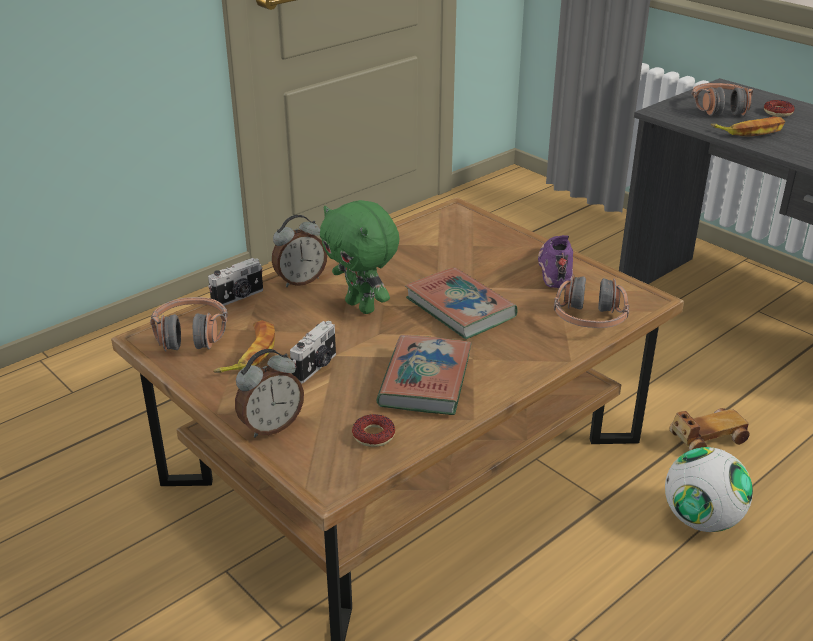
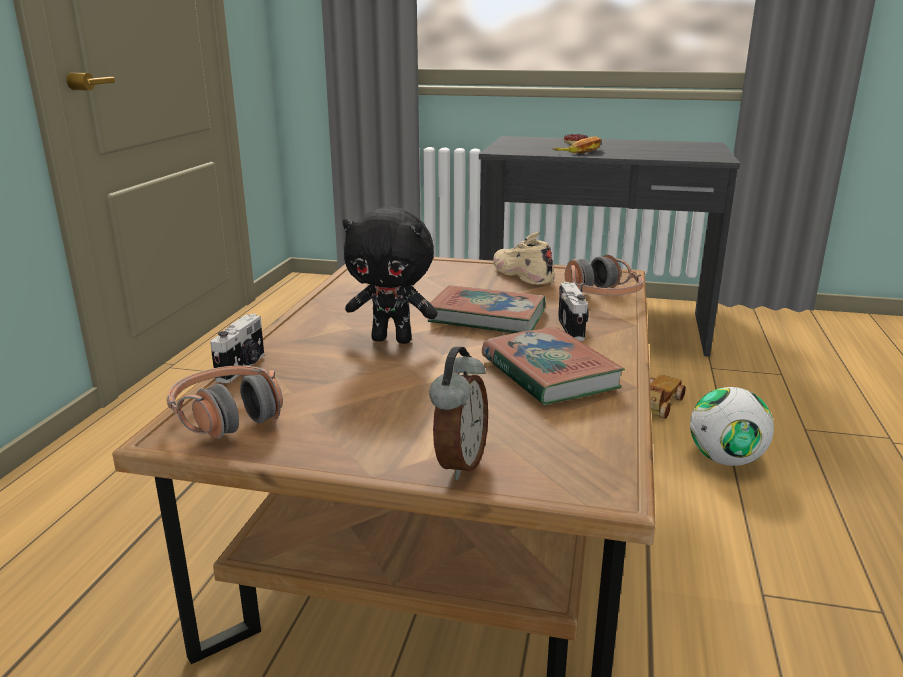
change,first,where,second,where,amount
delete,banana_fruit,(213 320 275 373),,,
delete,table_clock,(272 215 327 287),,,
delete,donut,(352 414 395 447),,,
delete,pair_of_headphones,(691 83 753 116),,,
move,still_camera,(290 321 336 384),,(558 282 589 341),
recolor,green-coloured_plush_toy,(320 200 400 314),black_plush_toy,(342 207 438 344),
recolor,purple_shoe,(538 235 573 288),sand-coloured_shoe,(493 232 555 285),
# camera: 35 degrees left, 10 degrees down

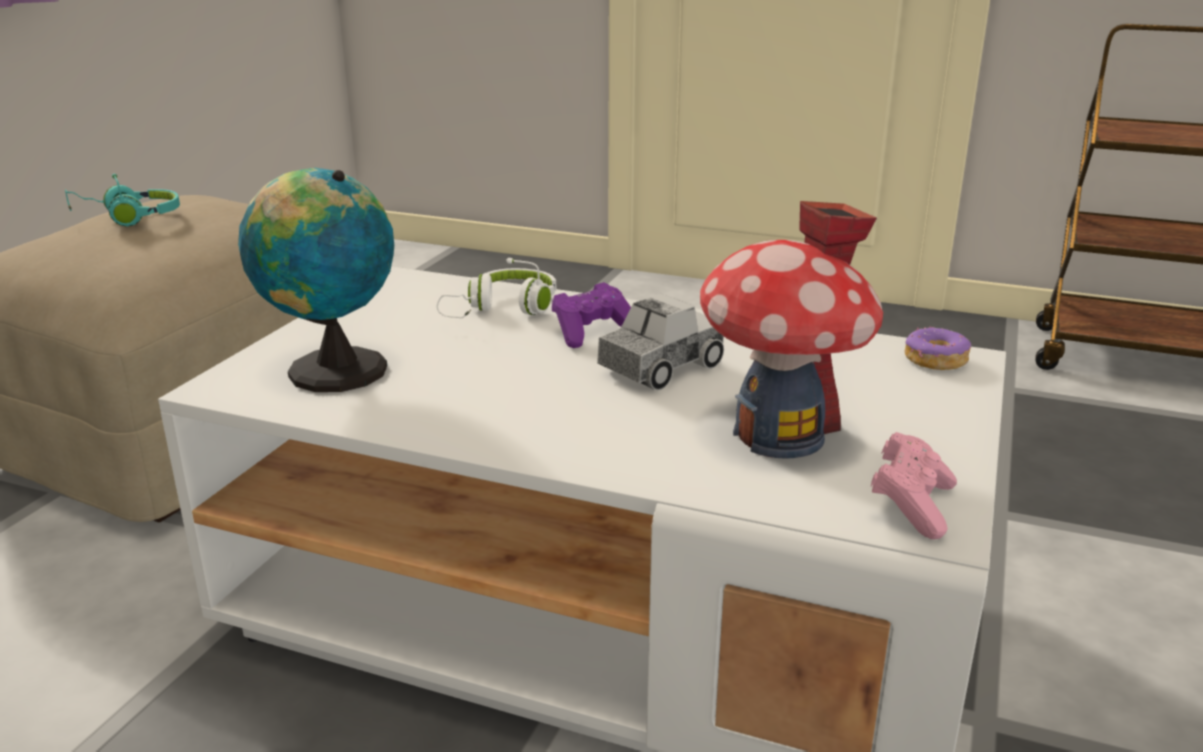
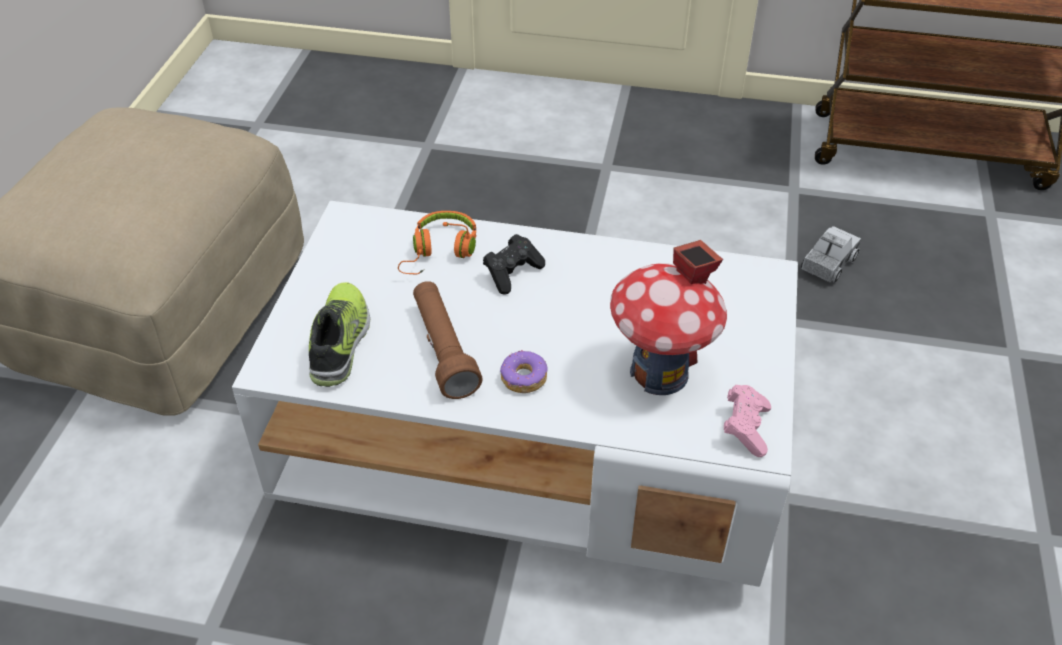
change,first,where,second,where,amount
delete,blue-green_pair_of_headphones,(65 174 180 227),,,
insert,,,brown_flashlight,(413 281 483 399),
move,toy_truck,(597 294 724 390),,(801 226 861 283),
move,donut,(905 327 971 370),,(500 350 548 393),
replace,desk_globe,(238 168 394 392),shoe,(309 282 370 387),
recolor,white_pair_of_headphones,(437 258 556 318),orange-coloured_pair_of_headphones,(398 211 477 274),
recolor,purple_game_controller,(552 282 631 348),black_game_controller,(483 234 545 295),
# camera: 10 degrees left, 20 degrees up

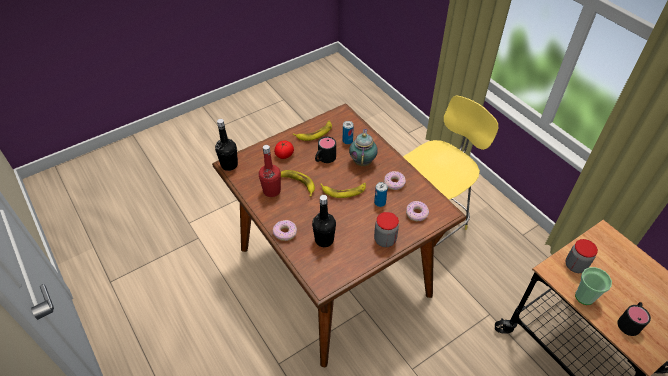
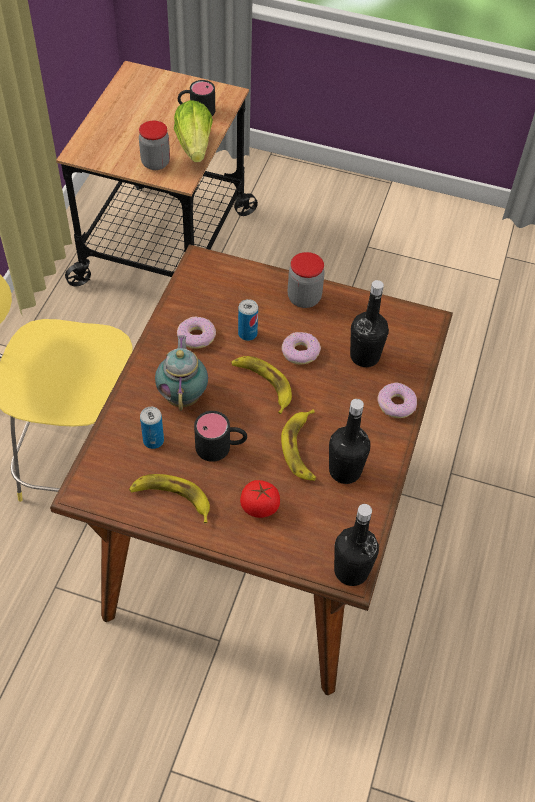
change,first,where,second,where,amount
move,donut,(406 201 429 221),,(281 332 321 364),
replace,cup,(575 267 612 305),lettuce_head,(174 100 213 162),
recolor,red-coloured_bottle,(259 145 281 197),black_bottle,(329 399 370 484),
rotate,pot_for_tea,(349 129 378 166),,(155 335 208 411),120 degrees clockwise
# camera: 130 degrees left, 5 degrees up

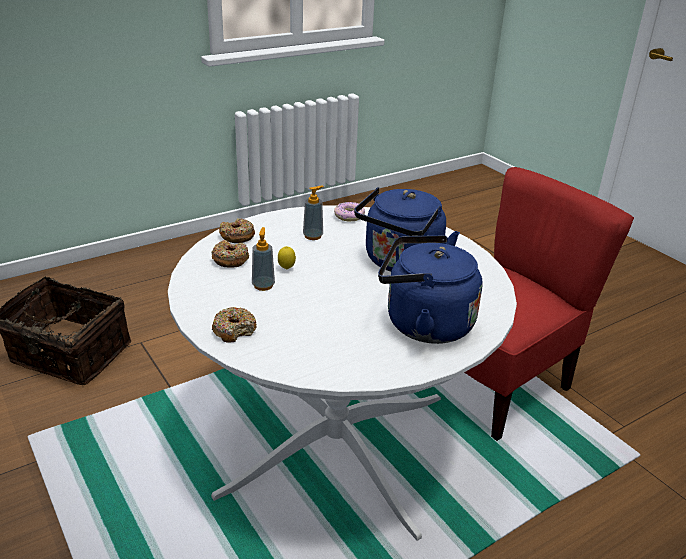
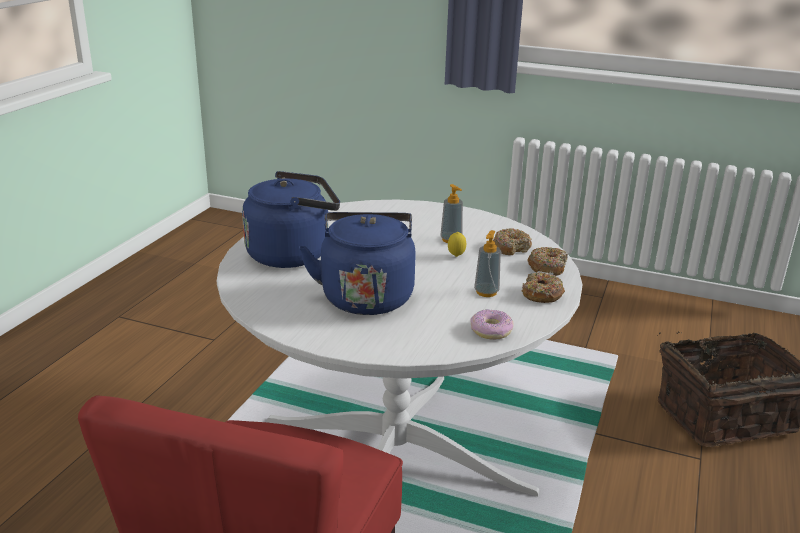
change,first,where,second,where,amount
move,donut,(212 307 257 343),,(522 272 565 303),
# camera: 145 degrees right, 5 degrees down

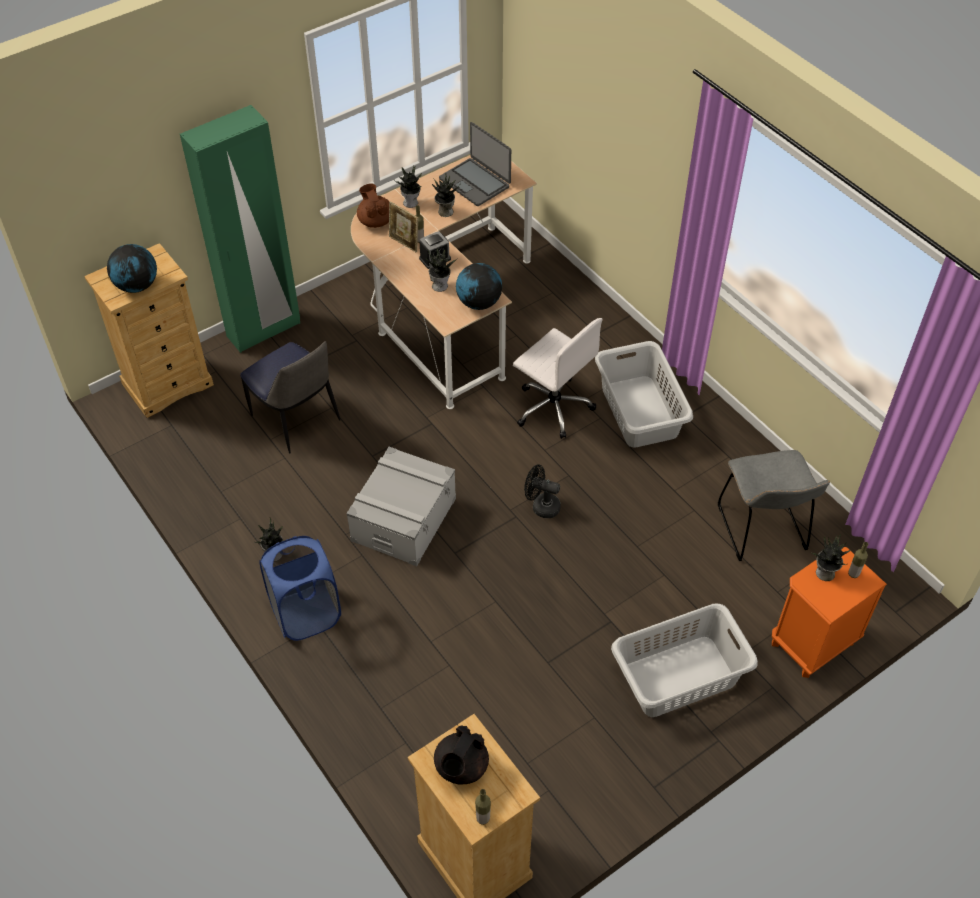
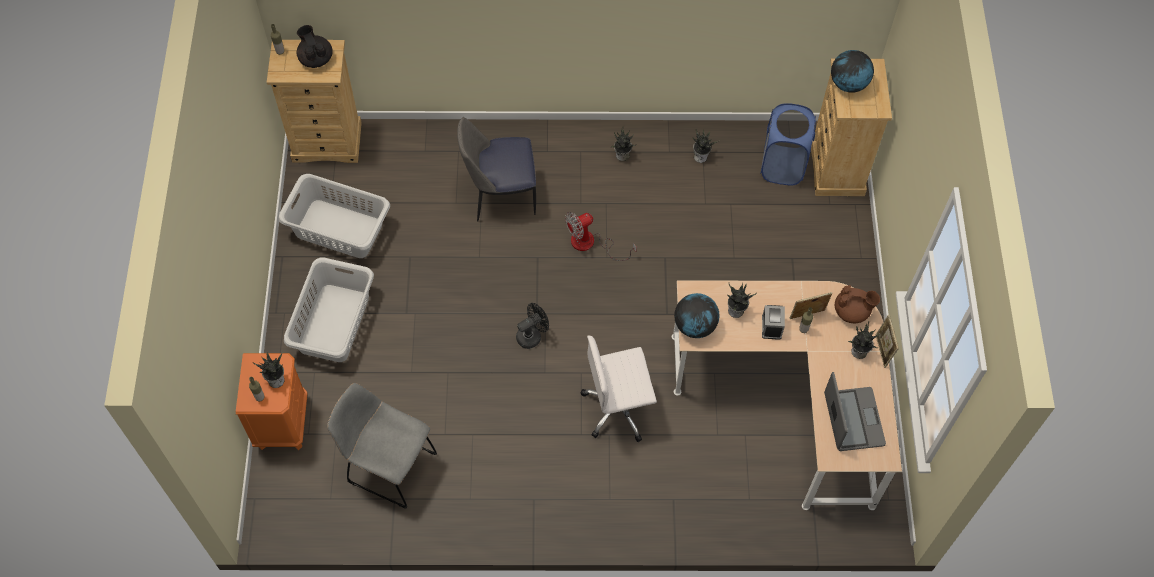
change,first,where,second,where,amount
delete,green-coloured_armoire,(180 105 300 353),,,
insert,,,standing_frame,(876 315 899 368),
move,upright_chair,(240 341 340 454),,(457 117 536 222),
move,blue-coloured_laundry_basket,(259 536 341 641),,(760 103 816 186),
move,plant_in_a_pot,(432 173 461 217),,(692 130 720 163),
move,greyish_laundry_basket,(595 341 693 447),,(279 174 390 258),
replace,greyish_storage_bin,(347 447 456 566),fan,(565 212 637 261),
rotate,notebook_computer,(439 122 511 206),,(824 372 886 451),90 degrees clockwise
# camera: 125 degrees right, 10 degrees up

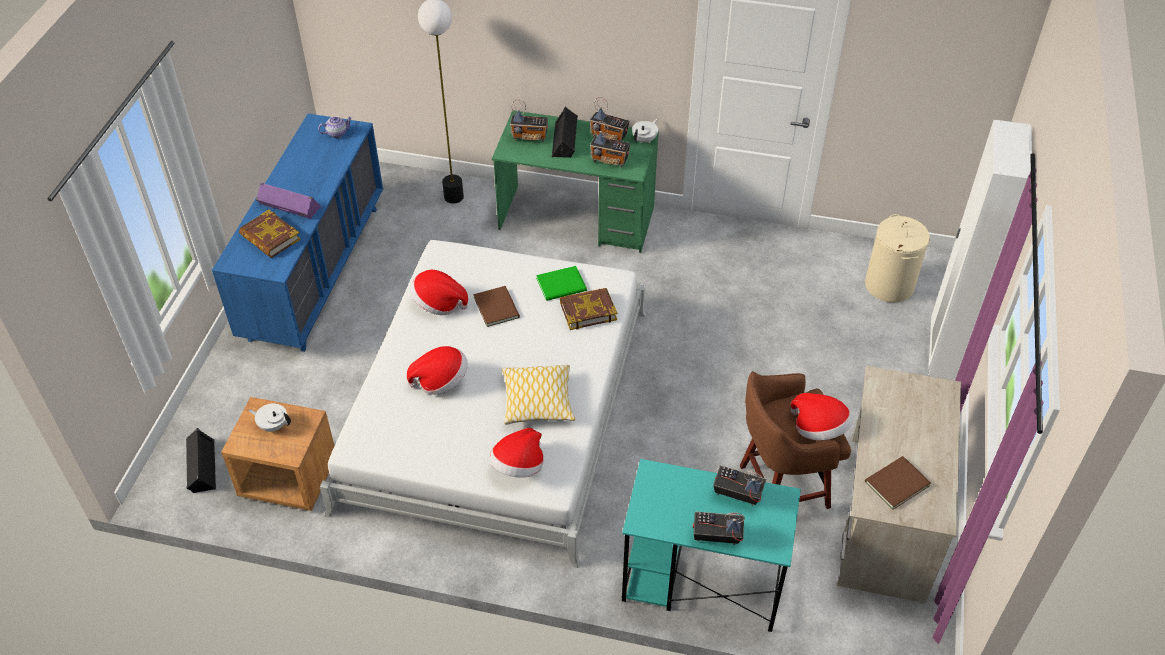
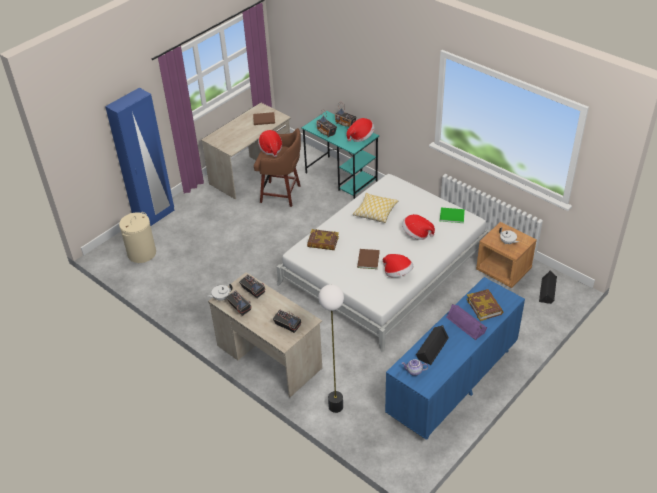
change,first,where,second,where,amount
move,wearable_hat,(489 428 544 478),,(347 118 375 142),
move,green-coloured_volume,(536 266 587 301),,(440 208 465 223),
move,black_audio_speaker,(552 106 578 158),,(416 325 449 365),
recolor,green-coloured_desk_table,(492 110 659 253),sand-coloured_desk_table,(208 272 322 398),
recolor,white_armoire,(929 120 1032 380),blue-coloured_armoire,(105 88 174 226),
# camera: 150 degrees left, 5 degrees down

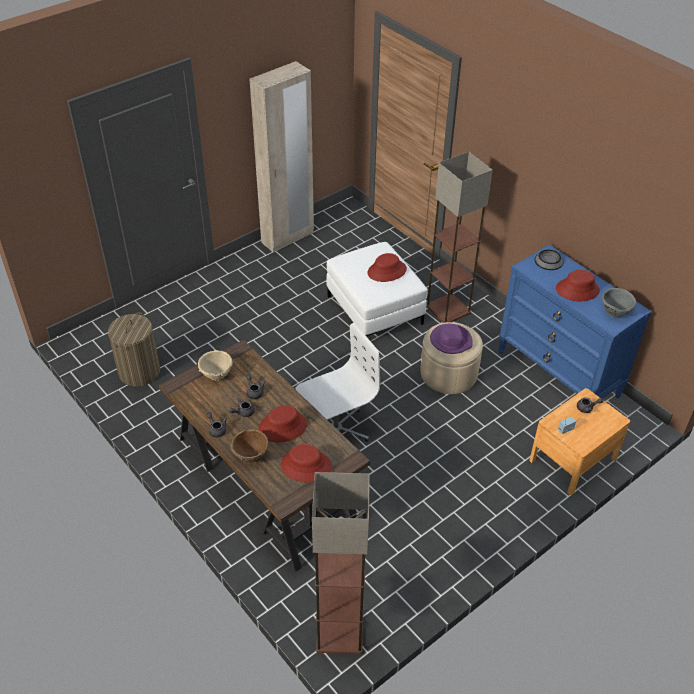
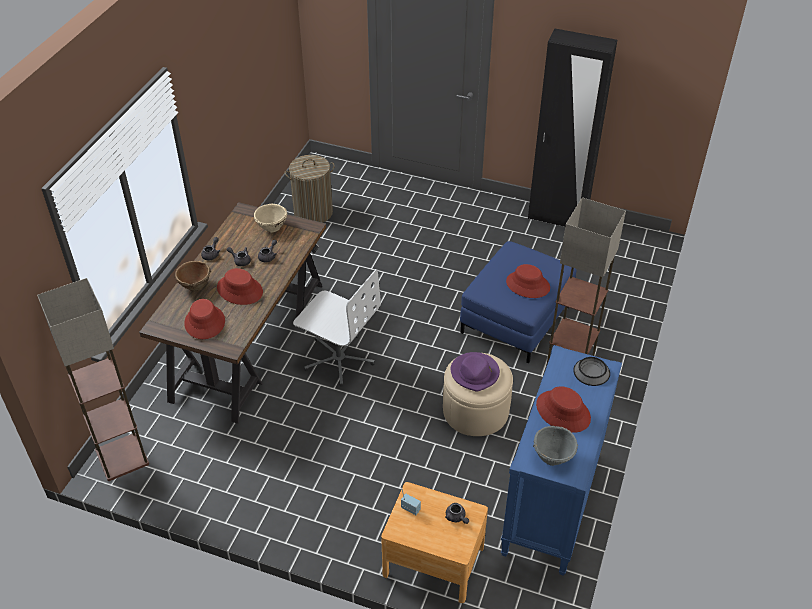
change,first,where,second,where,amount
recolor,sand-coloured_armoire,(250 61 314 253),black_armoire,(528 28 617 227),
recolor,white_pouffe,(326 242 428 337),blue-coloured_pouffe,(460 241 576 363),
# camera: 60 degrees right, 0 degrees up

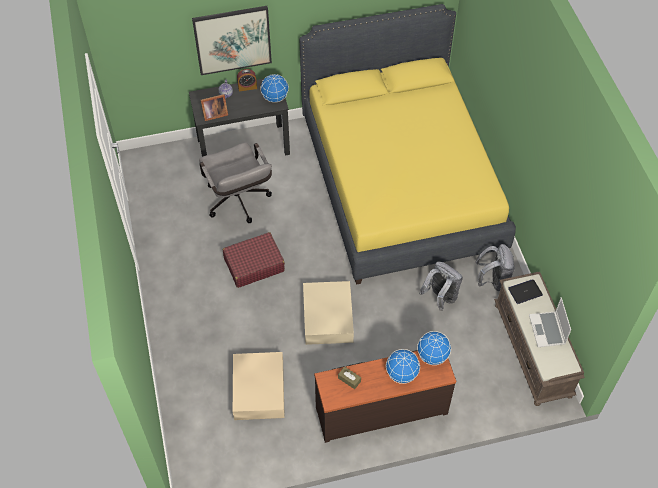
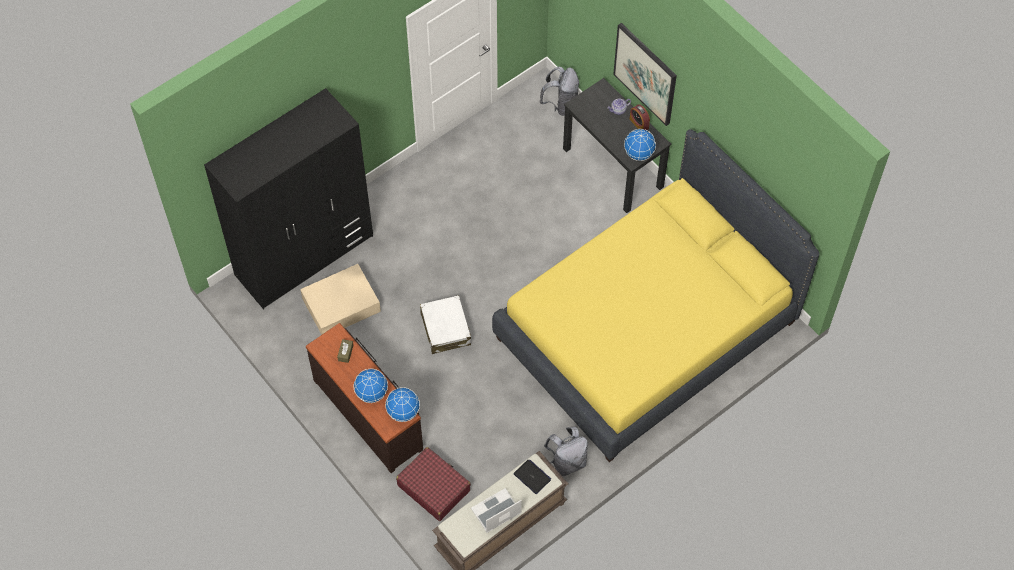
change,first,where,second,where,amount
delete,greyish_office_chair,(199 142 272 223),,,
delete,standing_frame,(201 94 228 121),,,
insert,,,black_armoire,(204 88 373 310),
move,red-coloured_piece_of_luggage,(223 232 285 288),,(396 447 471 521),
move,greyish_backpack,(419 262 463 311),,(539 66 580 116),
replace,sand-coloured_storage_bin,(303 281 354 345),white_piece_of_luggage,(420 295 471 354),
# camera: 65 degrees right, 5 degrees up

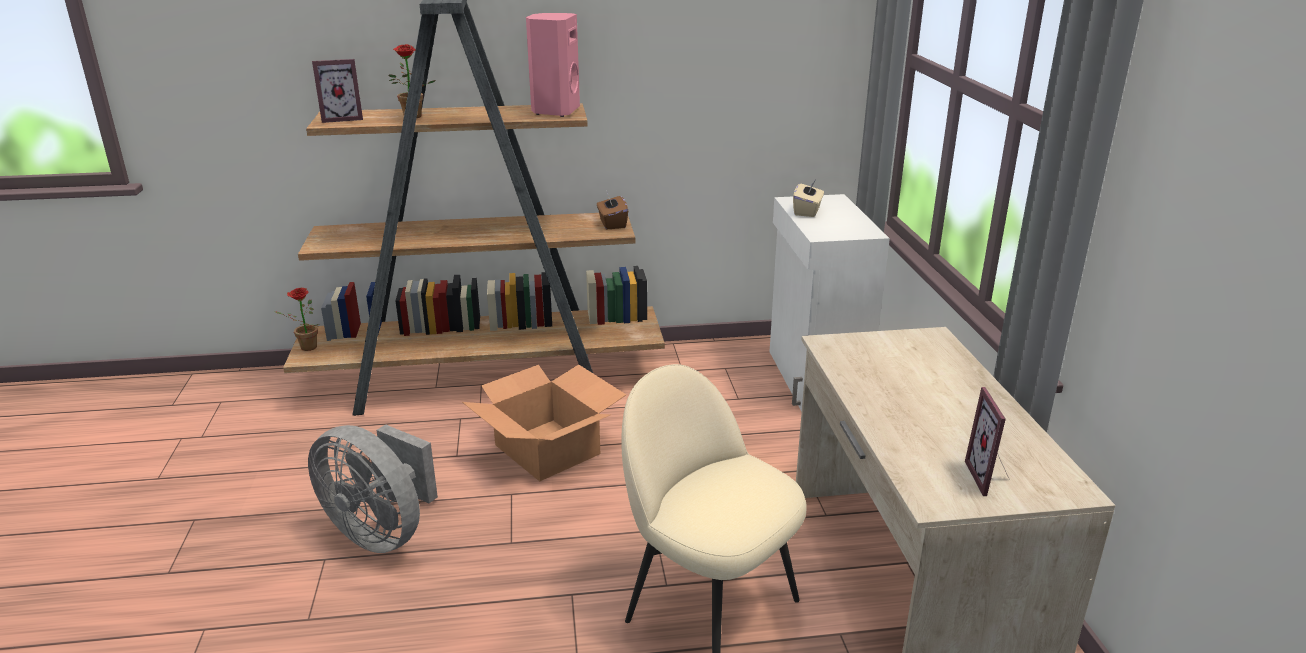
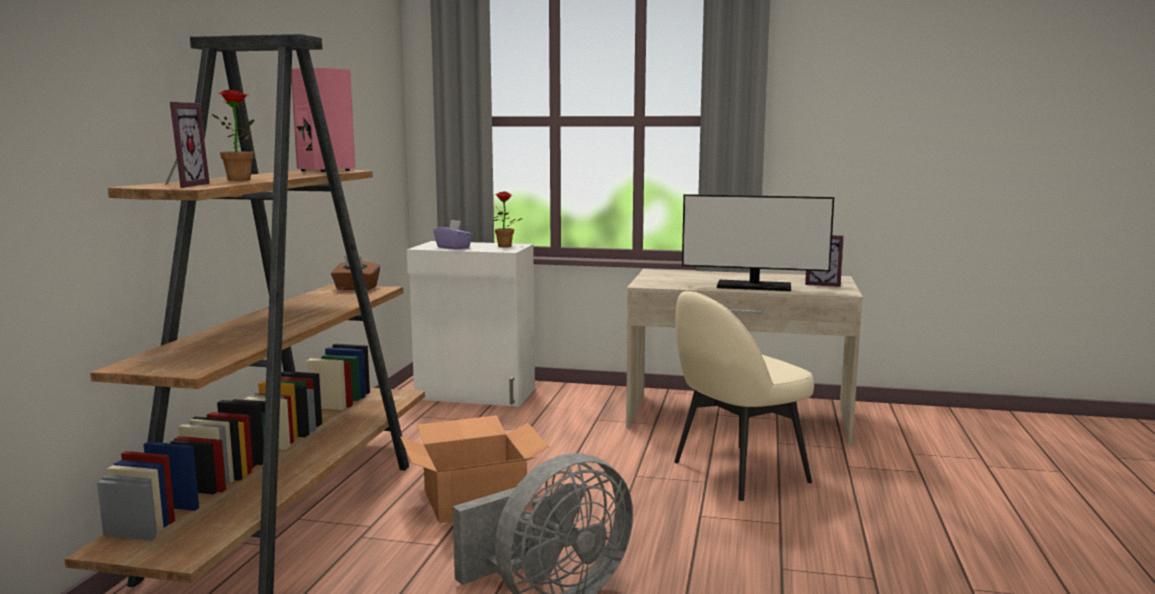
change,first,where,second,where,amount
insert,,,computer_screen,(682 194 834 291),
move,plant_in_a_pot,(274 288 320 351),,(493 192 523 247),
recolor,sand-coloured_box_of_tissues,(793 179 824 217),purple_box_of_tissues,(434 220 473 250),
# camera: 70 degrees left, 15 degrees down

